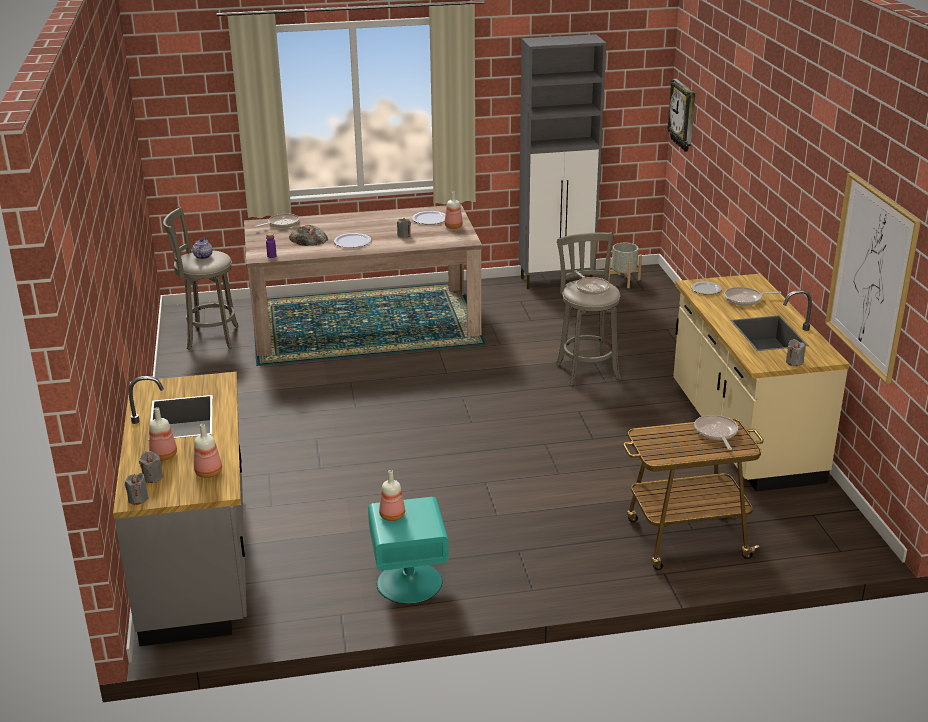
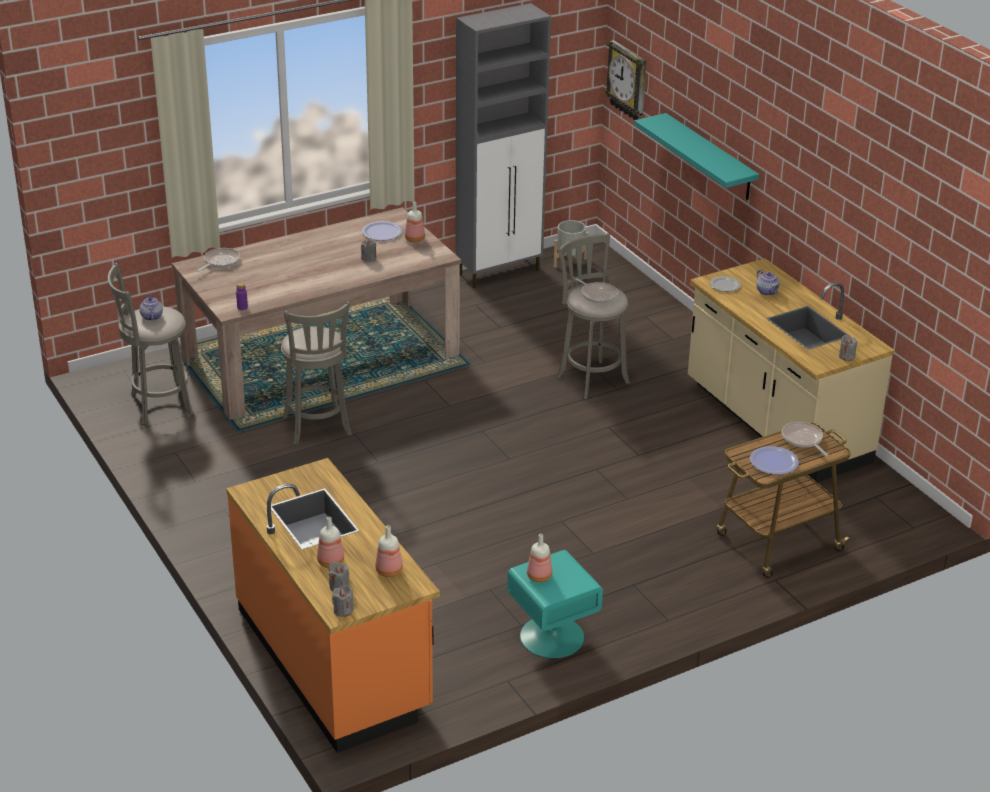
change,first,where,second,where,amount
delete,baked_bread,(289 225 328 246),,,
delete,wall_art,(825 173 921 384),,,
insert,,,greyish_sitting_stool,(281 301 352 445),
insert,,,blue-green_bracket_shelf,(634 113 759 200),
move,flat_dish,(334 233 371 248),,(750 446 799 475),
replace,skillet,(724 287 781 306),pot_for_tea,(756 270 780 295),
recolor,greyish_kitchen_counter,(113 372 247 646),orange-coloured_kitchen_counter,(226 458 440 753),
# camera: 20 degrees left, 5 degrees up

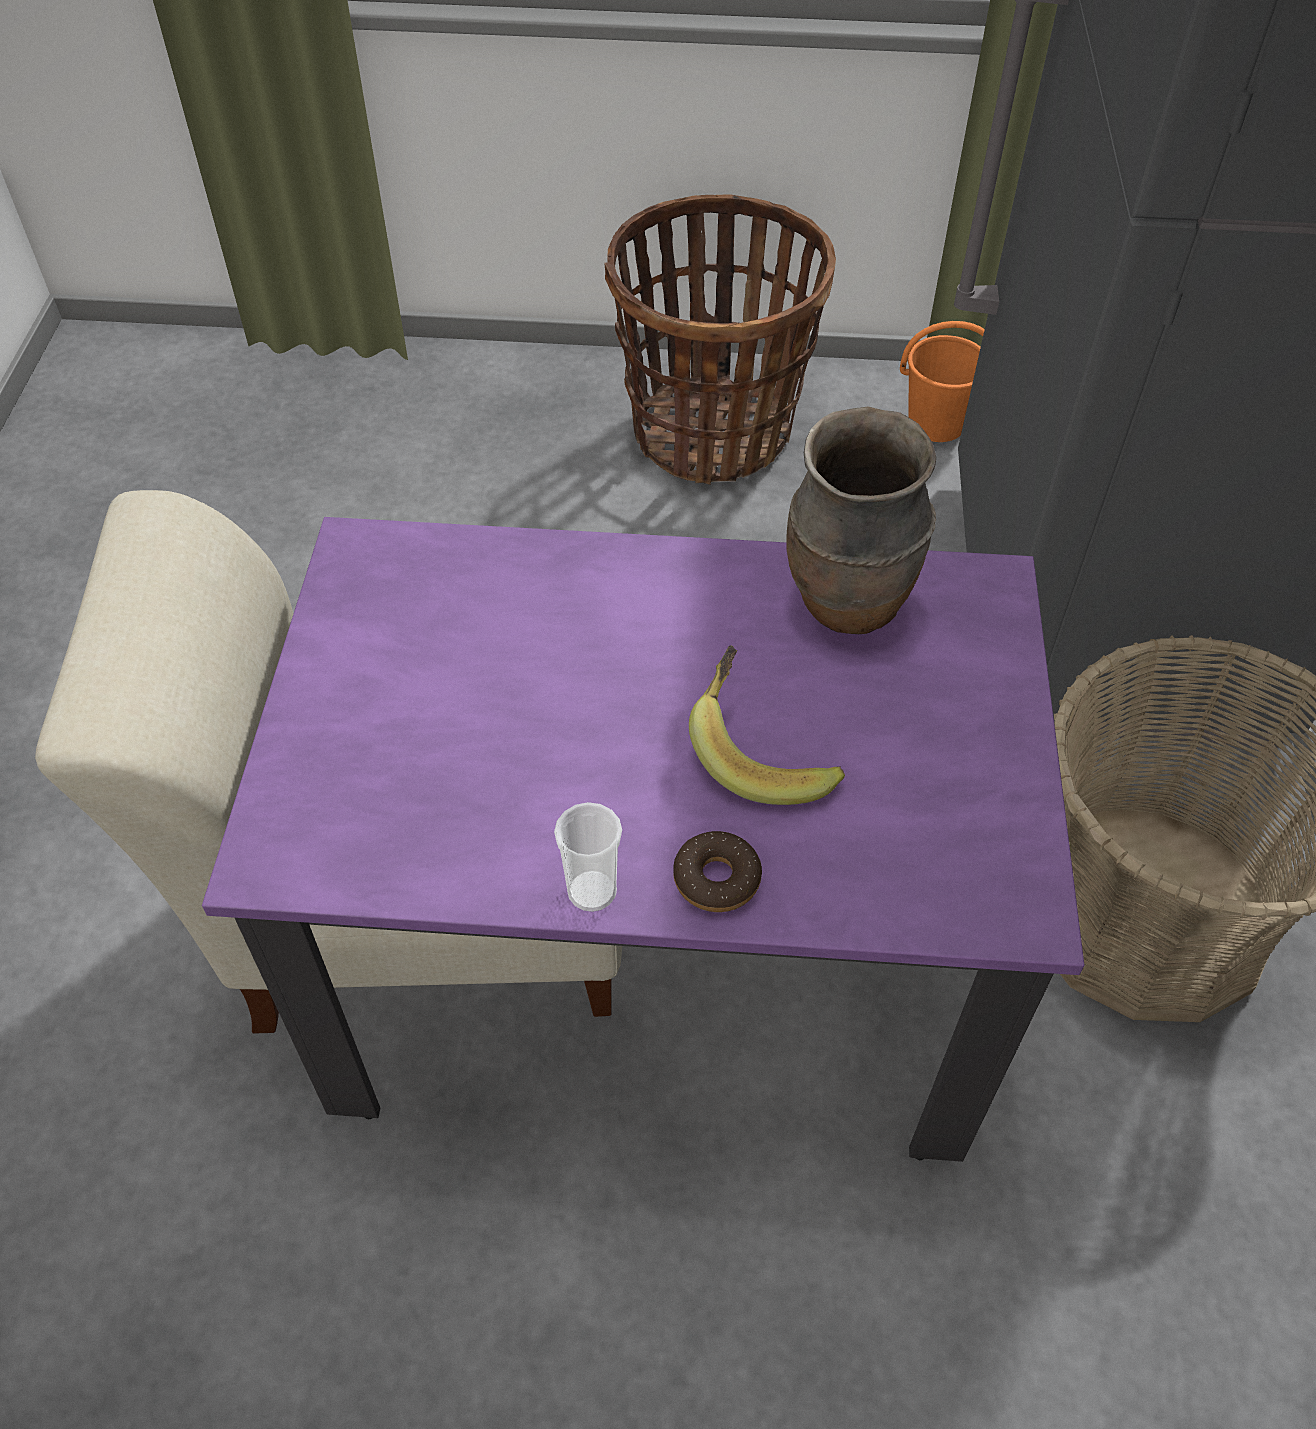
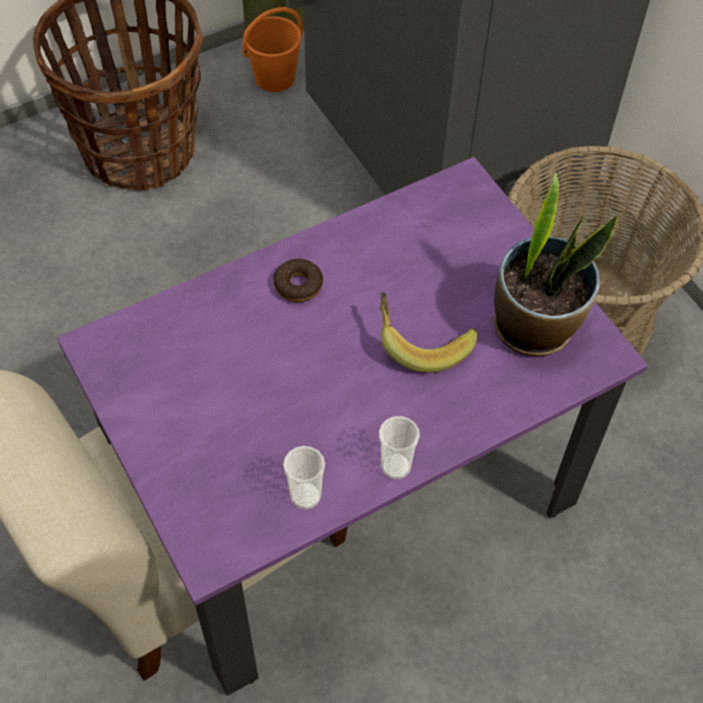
change,first,where,second,where,amount
delete,brown_flower_vase,(786 407 936 634),,,
insert,,,cup,(283 446 325 509),
insert,,,plant_in_a_pot,(494 173 618 356),
move,donut,(673 831 762 912),,(273 259 323 302),
# camera: 35 degrees left, 5 degrees up

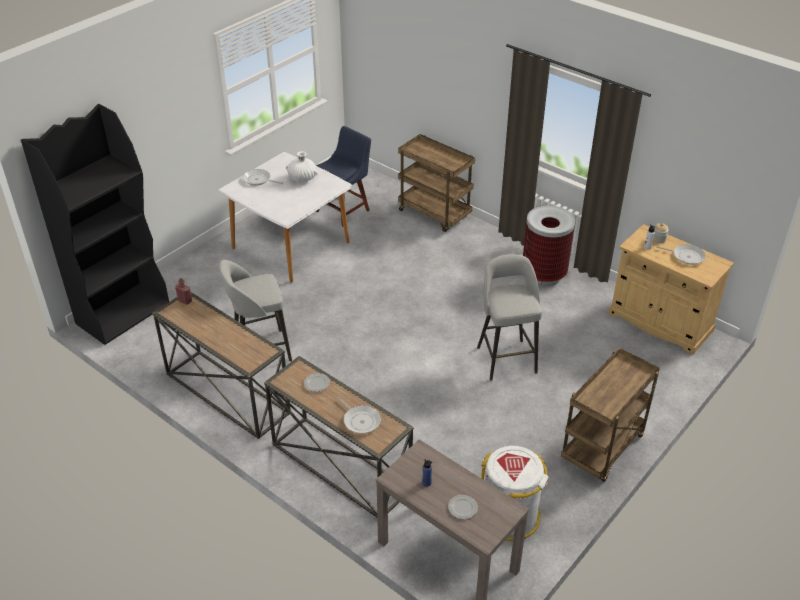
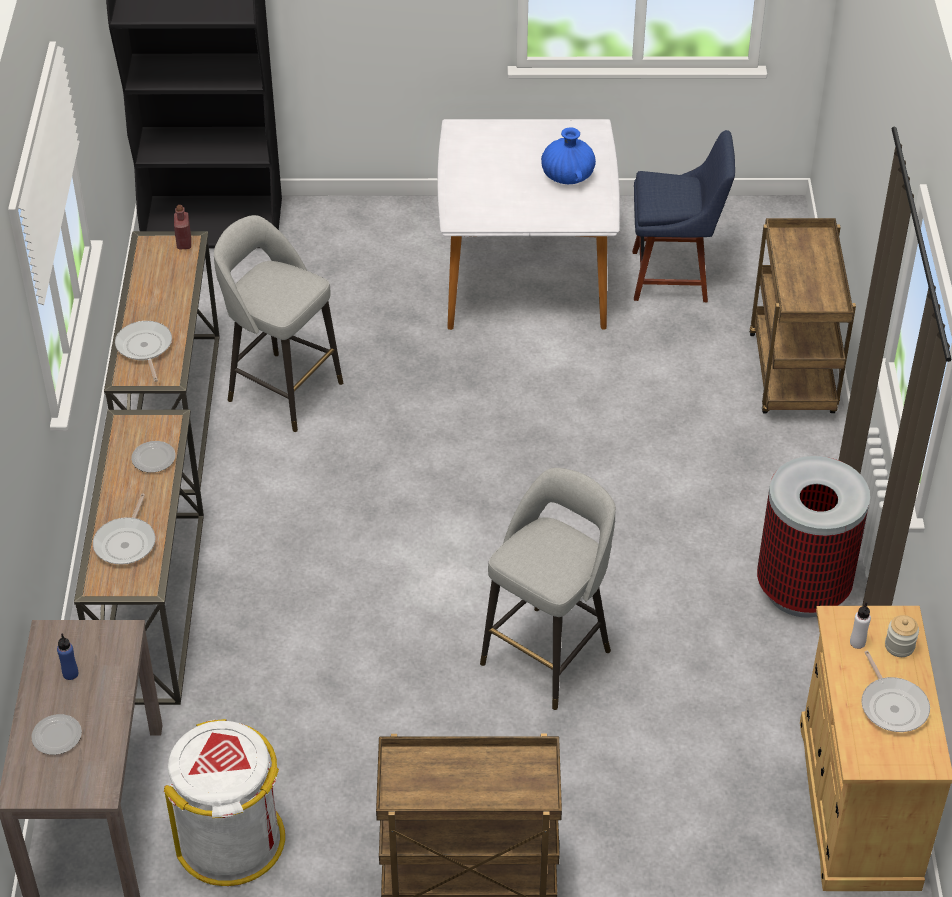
change,first,where,second,where,amount
move,skillet,(243 169 283 186),,(115 321 172 382),
recolor,white_flower_vase,(286 151 318 182),blue-coloured_flower_vase,(541 127 596 184),
# camera: 50 degrees right, 5 degrees up

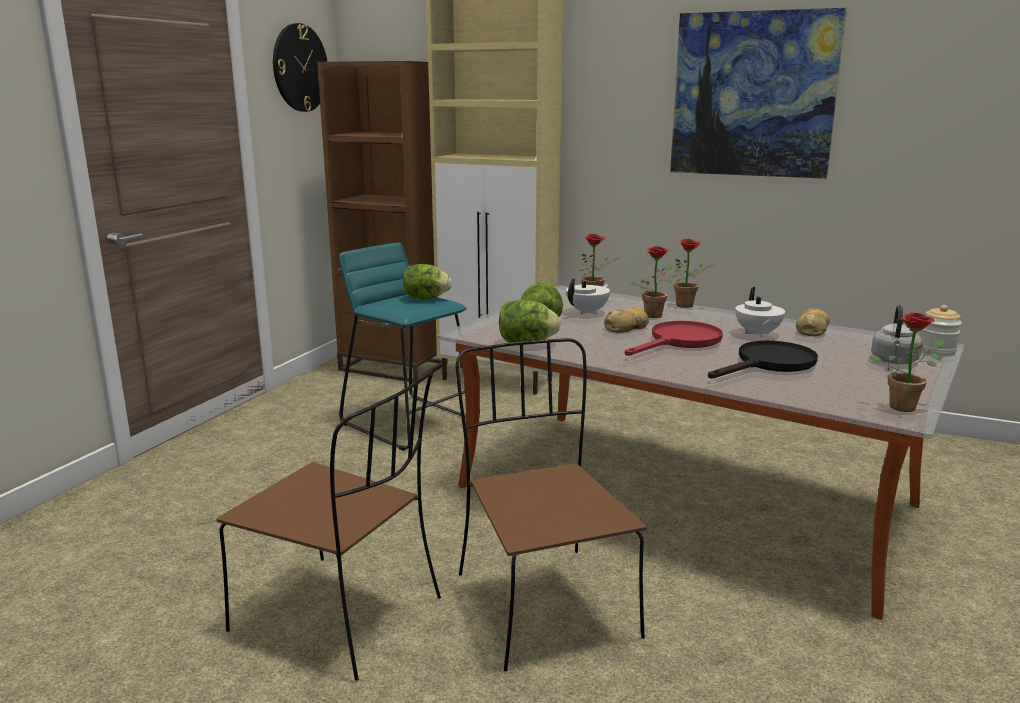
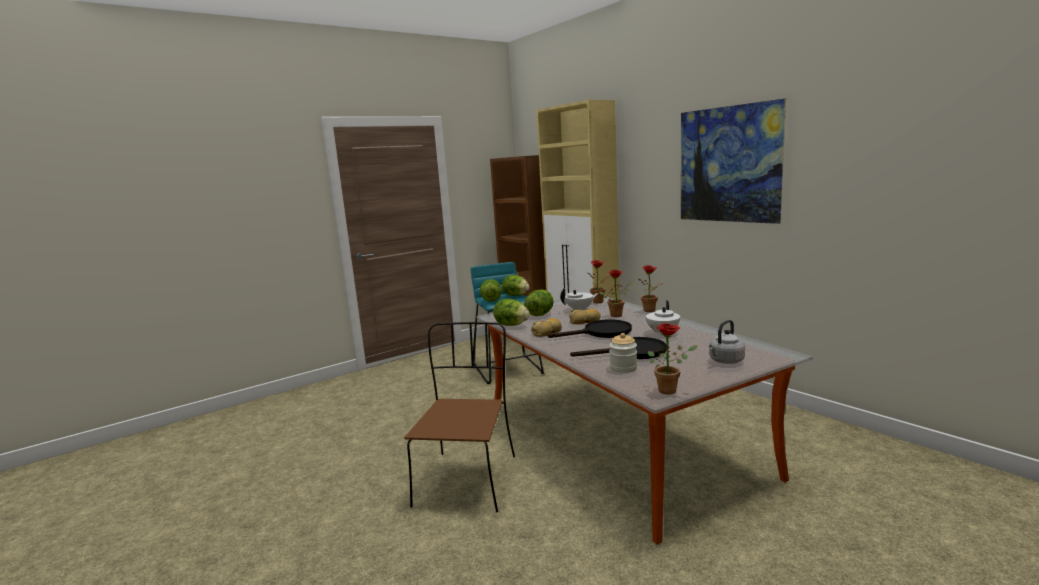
change,first,where,second,where,amount
delete,brown_upright_chair,(216 371 441 681),,,
delete,hanging_clock,(273 23 327 112),,,
insert,,,lettuce_head,(480 279 502 302),
move,baked_bread,(796 308 830 336),,(531 318 562 337),
move,storage_jar,(920 305 962 356),,(609 333 637 373),
recolor,red-coloured_skillet,(625 321 723 356),black_skillet,(548 319 632 338),
# camera: 30 degrees right, 5 degrees down

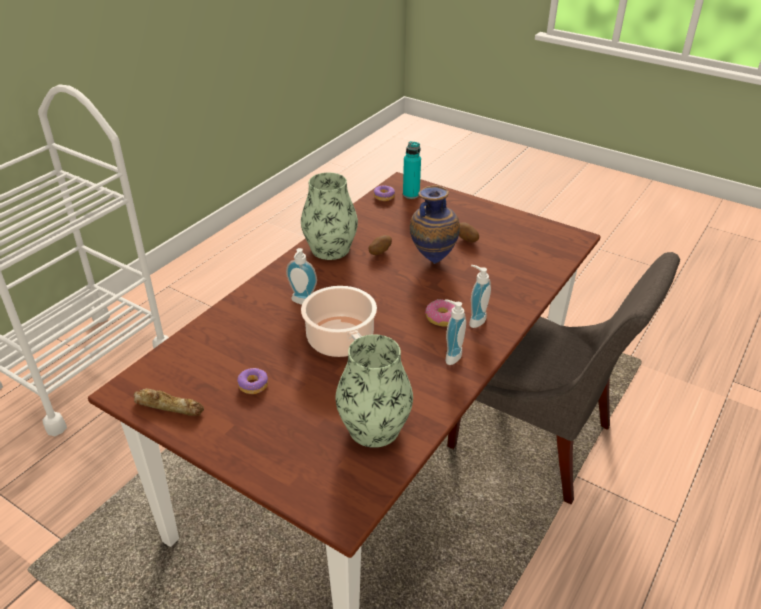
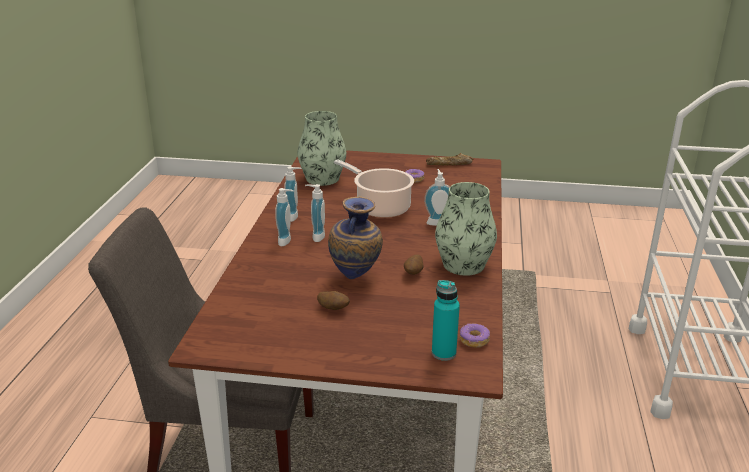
change,first,where,second,where,amount
replace,donut,(425 299 455 327),liquid_soap_bottle,(305 184 325 242),
# camera: 155 degrees right, 10 degrees down

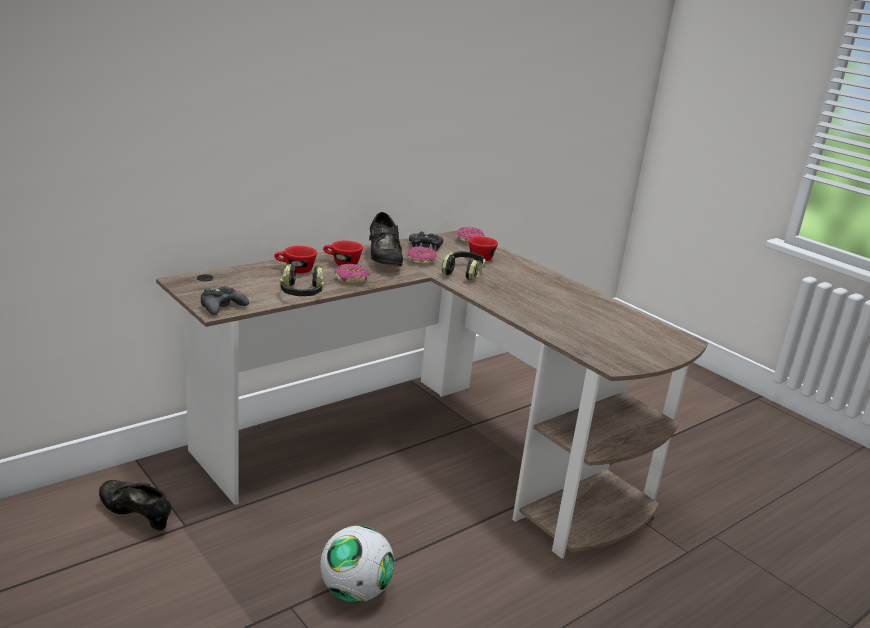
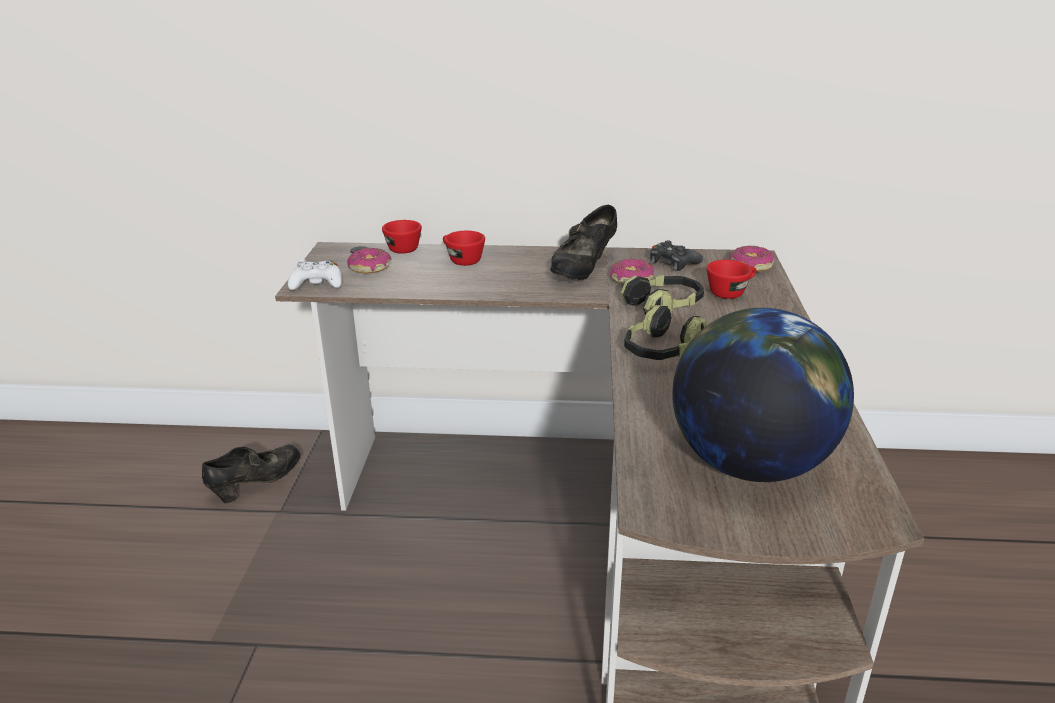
change,first,where,second,where,amount
delete,ball_for_football,(320 525 394 602),,,
insert,,,desk_globe,(672 308 854 482),
move,pair_of_headphones,(280 264 324 296),,(624 305 706 360),
move,red-coloured_cup,(323 241 363 266),,(382 220 422 254),
move,donut,(335 264 369 284),,(347 248 392 274),
recolor,black_game_controller,(201 286 249 315),white_game_controller,(288 259 342 290),
rotate,black_shoe,(99 480 171 531),,(202 445 300 504),60 degrees clockwise
# camera: 45 degrees right, 5 degrees up

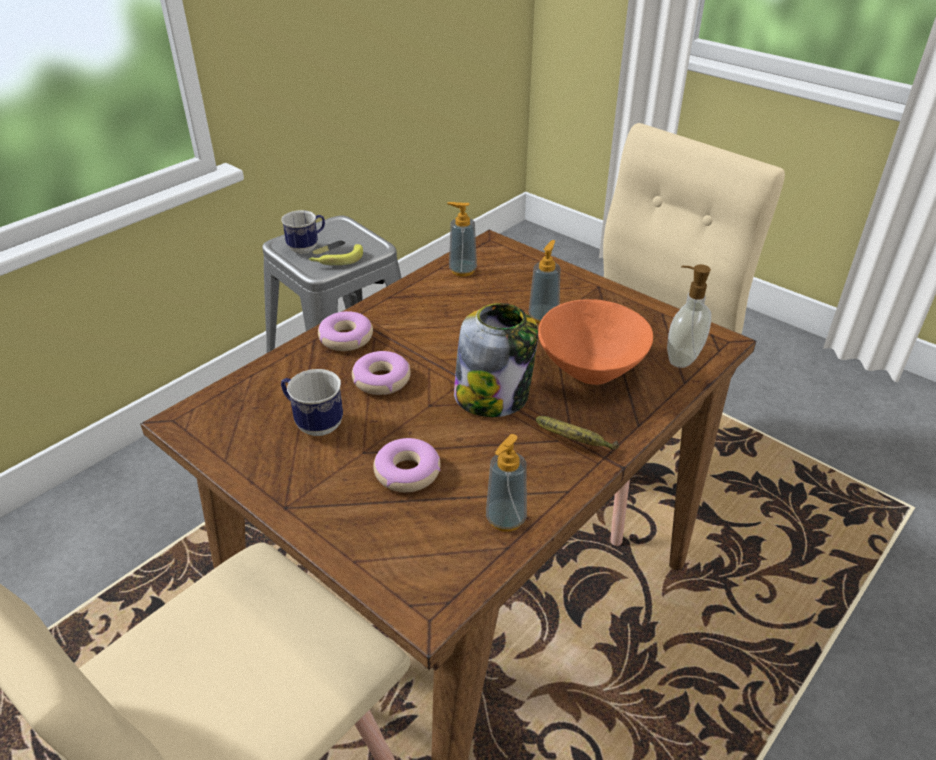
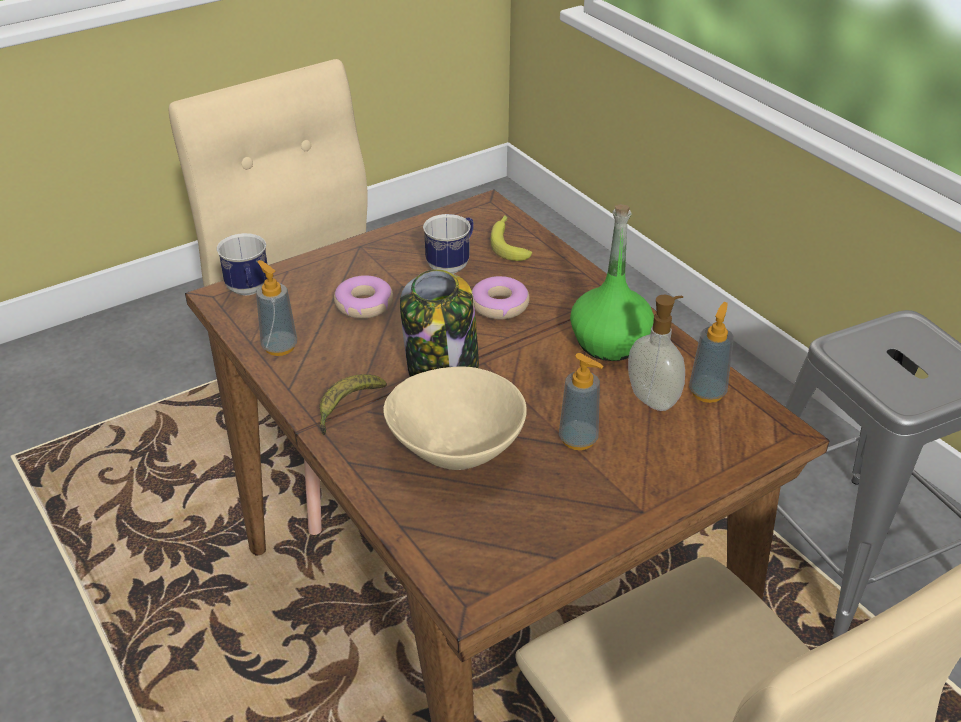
change,first,where,second,where,amount
delete,donut,(318 311 373 351),,,
insert,,,green-coloured_bottle,(570 205 654 361),
move,coffee_mug,(281 210 325 254),,(217 233 267 295),
move,banana_fruit,(309 244 363 265),,(491 215 532 261),
move,liquid_soap_bottle,(667 264 711 368),,(628 295 685 411),
recolor,orange-coloured_serving_bowl,(538 299 653 385),sand-coloured_serving_bowl,(383 366 527 470),
# camera: 105 degrees right, 0 degrees up

